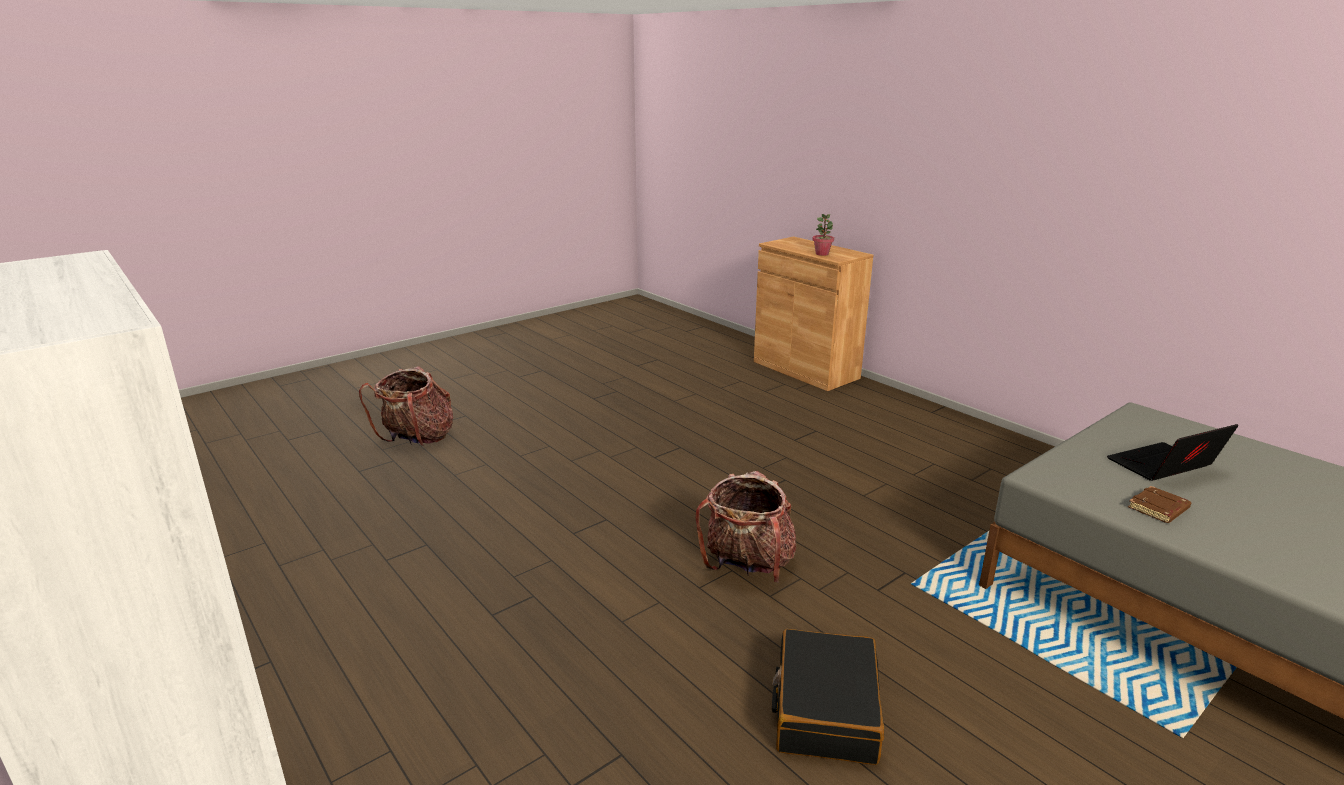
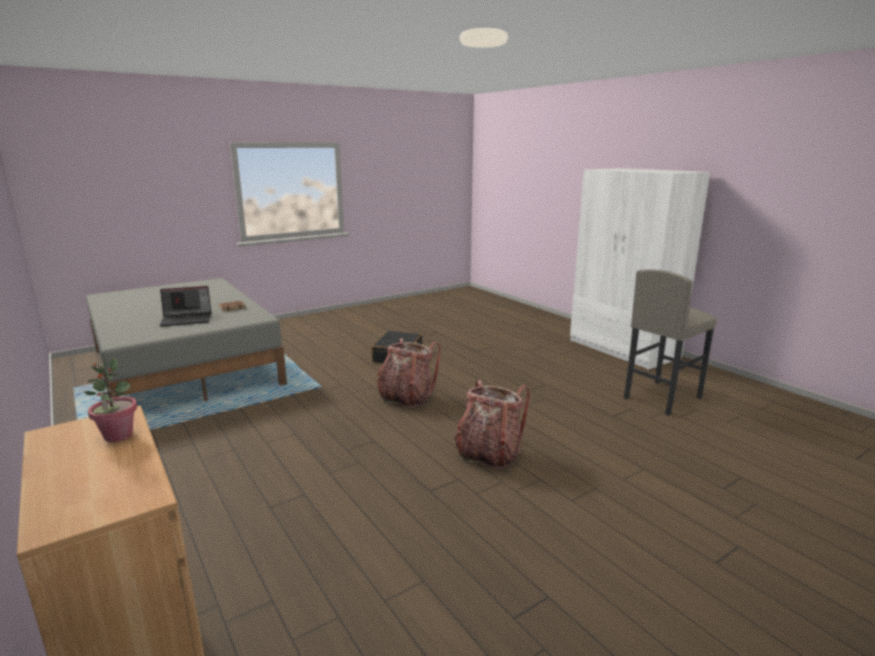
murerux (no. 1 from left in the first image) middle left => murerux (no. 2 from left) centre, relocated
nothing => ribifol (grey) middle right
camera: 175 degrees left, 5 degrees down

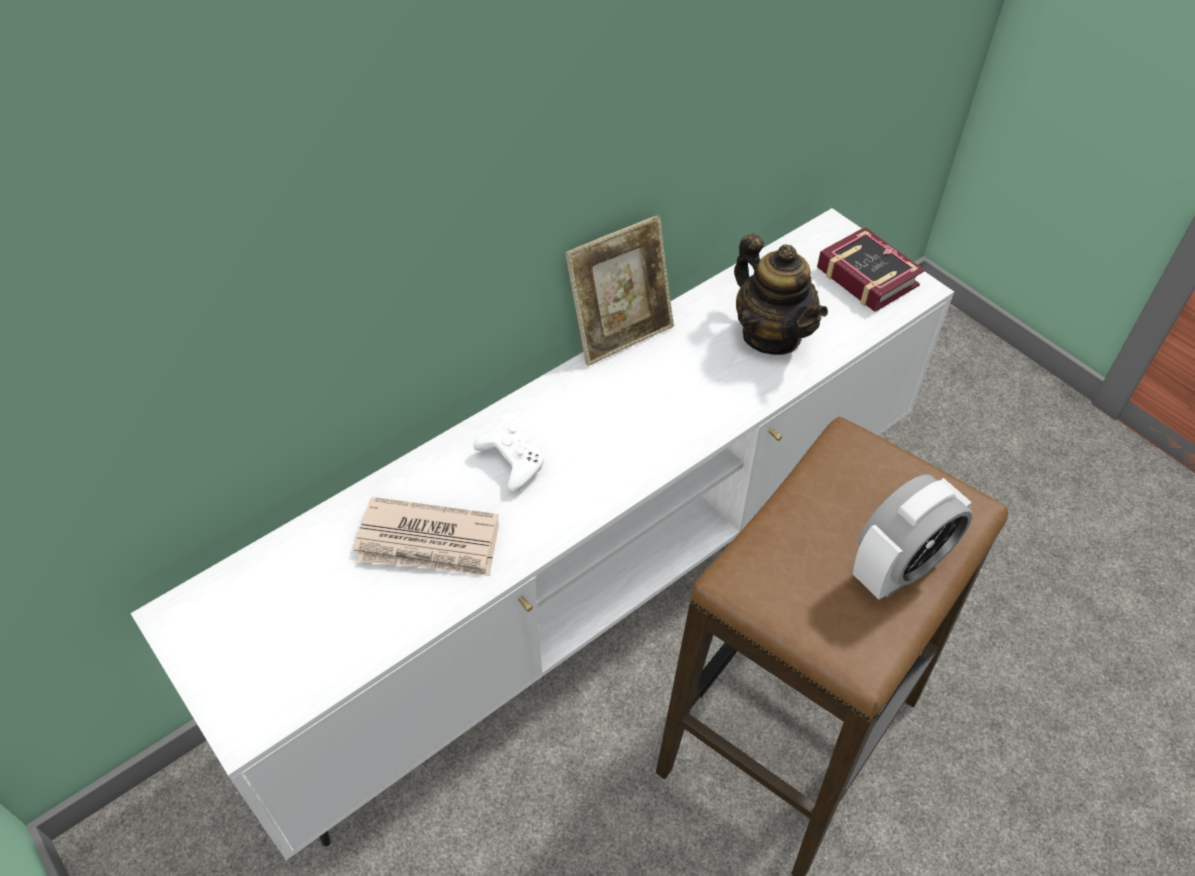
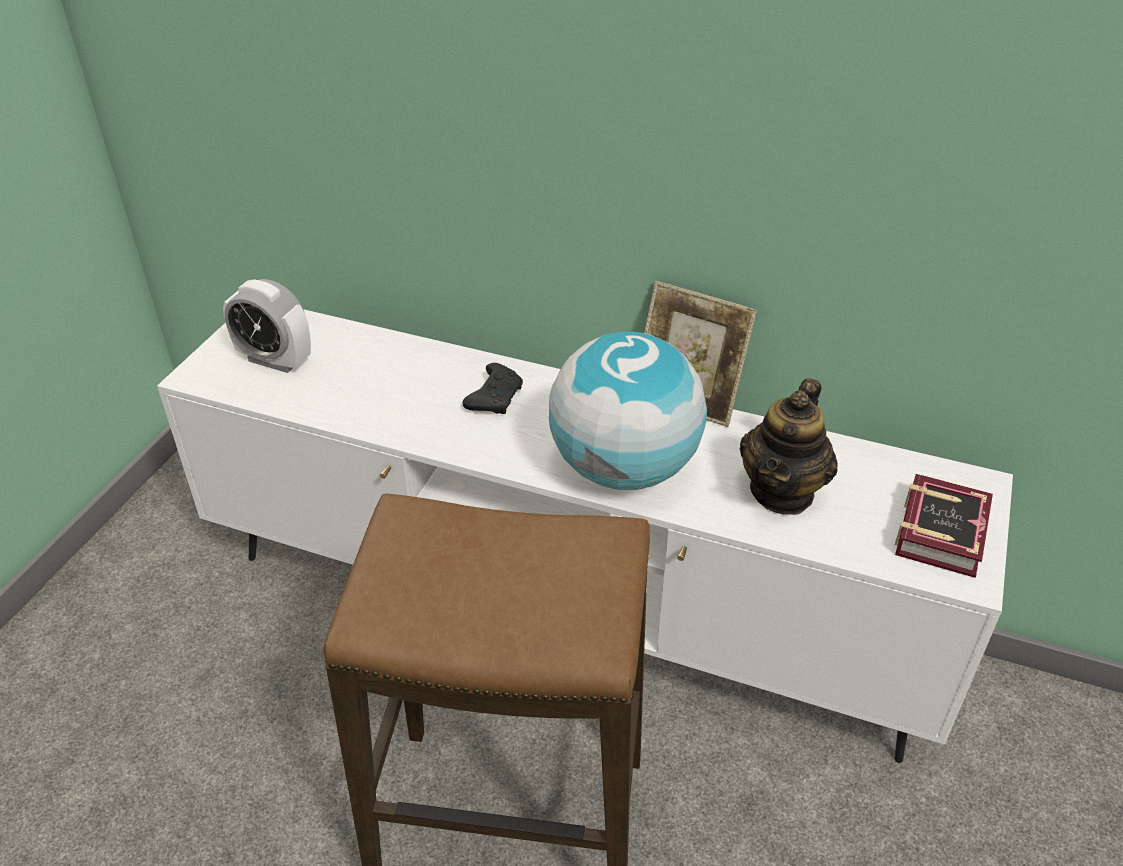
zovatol middle right => zovatol middle left, relocated
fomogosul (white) centre => fomogosul (black) centre
nothing => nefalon centre
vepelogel centre => nothing
camera: 60 degrees right, 10 degrees down

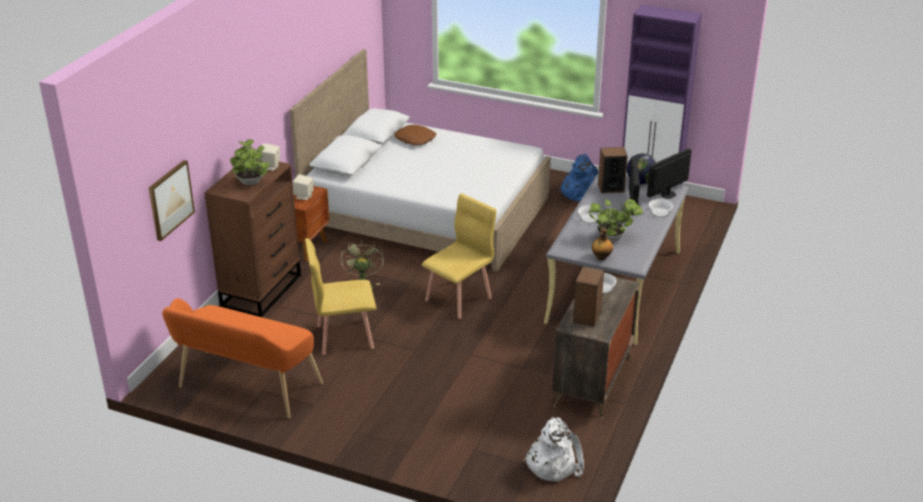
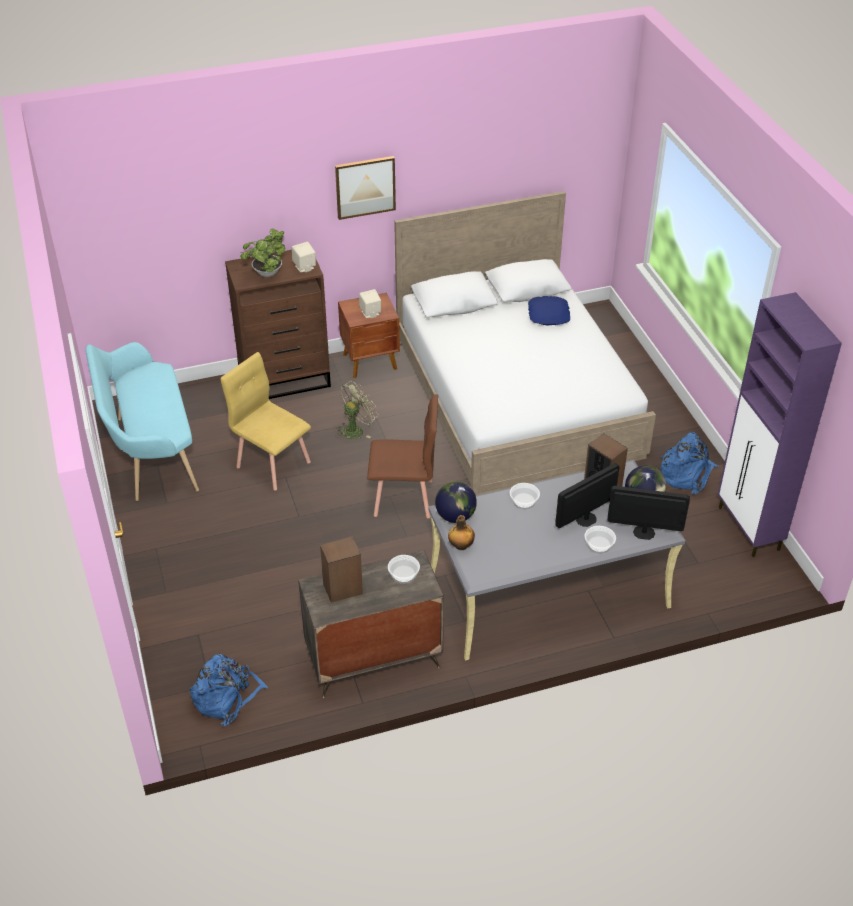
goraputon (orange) bottom left => goraputon (turquoise) middle left
murerux (white) bottom centre => murerux (blue) (no. 1 from left) bottom left
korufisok middle left => korufisok top centre, relocated
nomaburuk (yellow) (no. 2 from left) centre => nomaburuk (brown) centre
nothing => nefalon (no. 1 from left) centre
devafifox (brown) top centre => devafifox (blue) centre
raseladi (no. 2 from left) middle right => nothing
camera: 50 degrees right, 10 degrees up

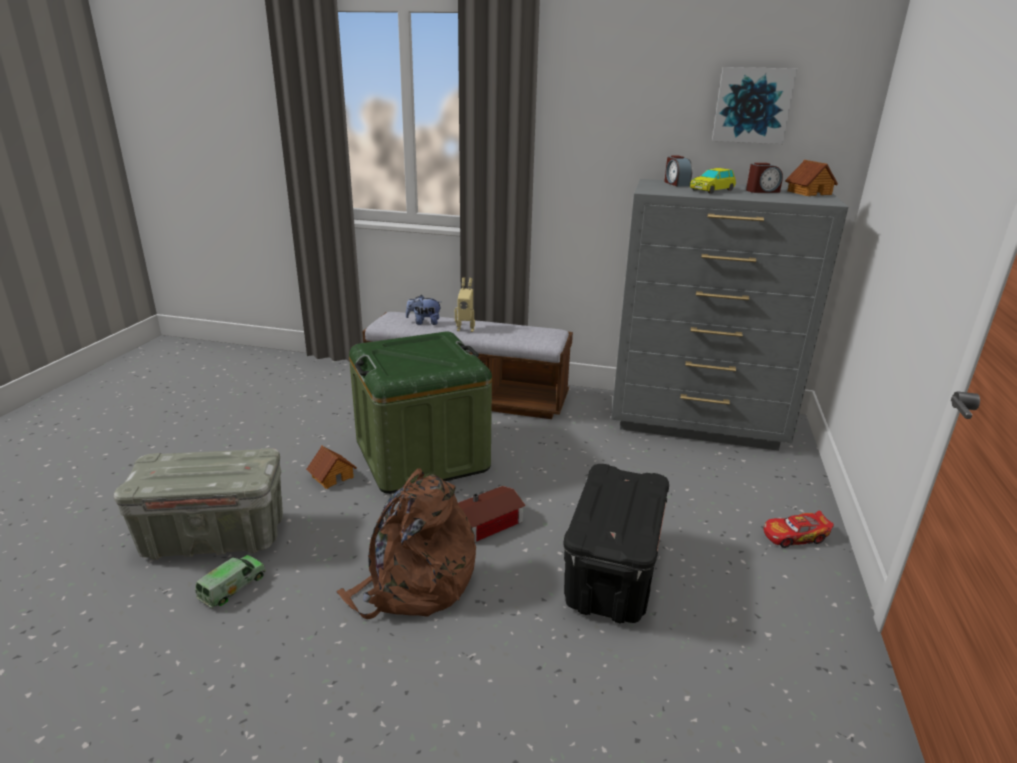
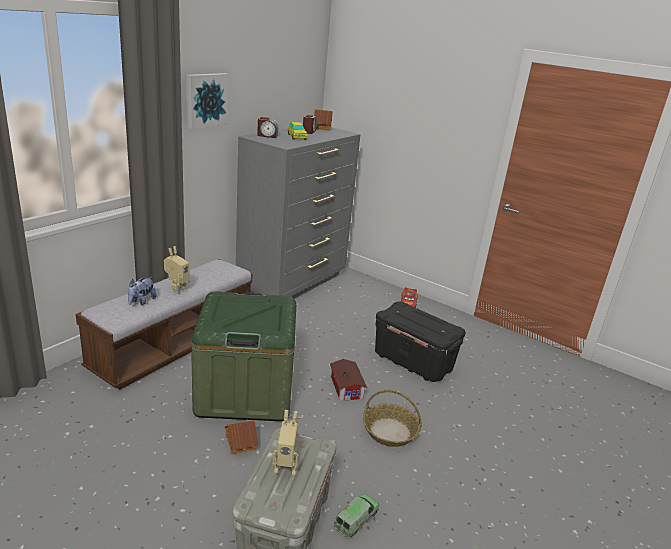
korufisok top right => korufisok top left, relocated
nothing => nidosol (no. 2 from left) bottom centre
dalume bottom left => dalume bottom centre, 75 degrees clockwise
murerux (brown) bottom centre => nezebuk bottom centre
camera: 70 degrees left, 0 degrees up

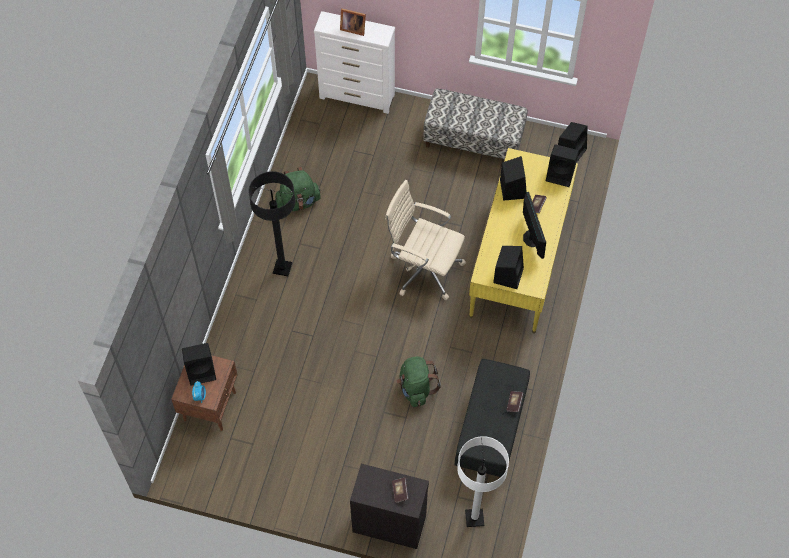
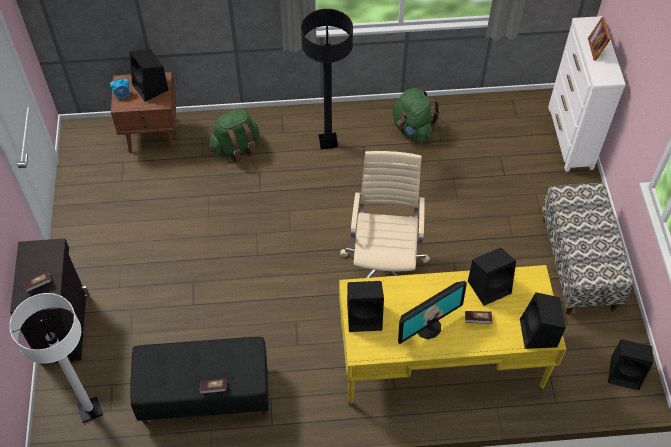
murerux (green) (no. 2 from left in the first image) bottom centre => murerux (green) (no. 1 from left) top centre, relocated
camera: 70 degrees right, 5 degrees down

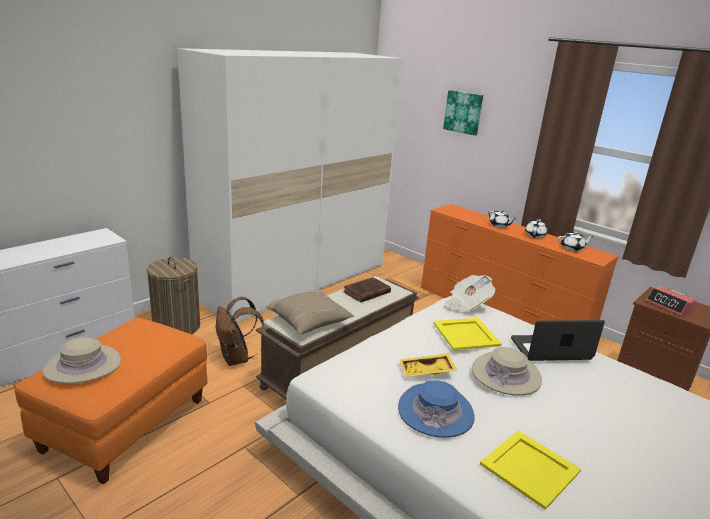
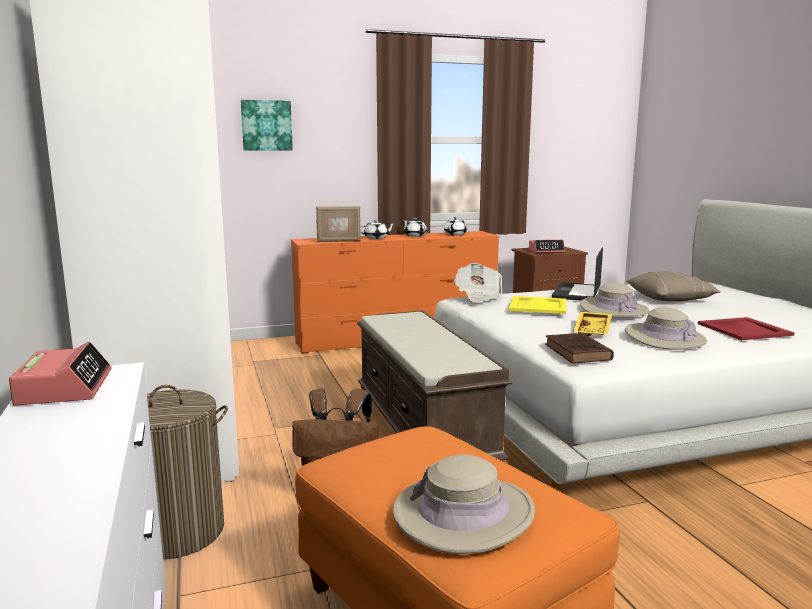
nothing => zovatol (no. 1 from left) middle left
nothing => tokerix centre
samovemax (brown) centre => samovemax (brown) middle right, relocated
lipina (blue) bottom centre => lipina (beige) (no. 3 from left) middle right
devafifox (beige) centre => devafifox (beige) middle right, relocated
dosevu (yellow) (no. 3 from left) bottom right => dosevu (red) middle right
camera: 60 degrees left, 10 degrees down

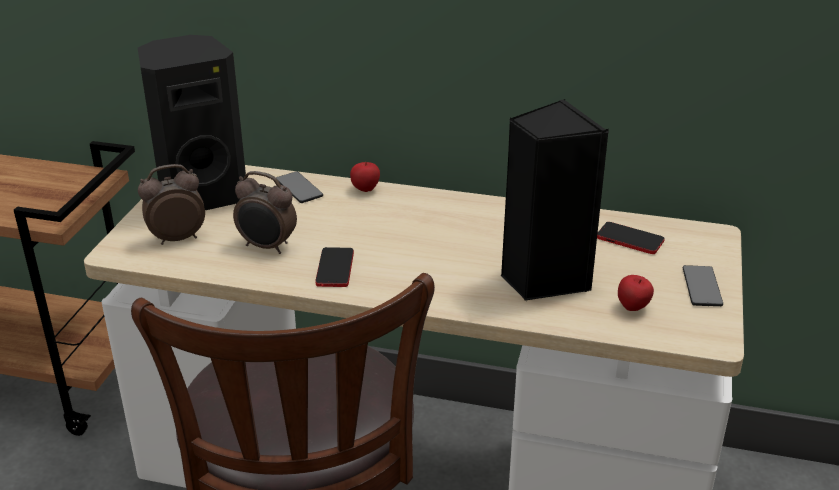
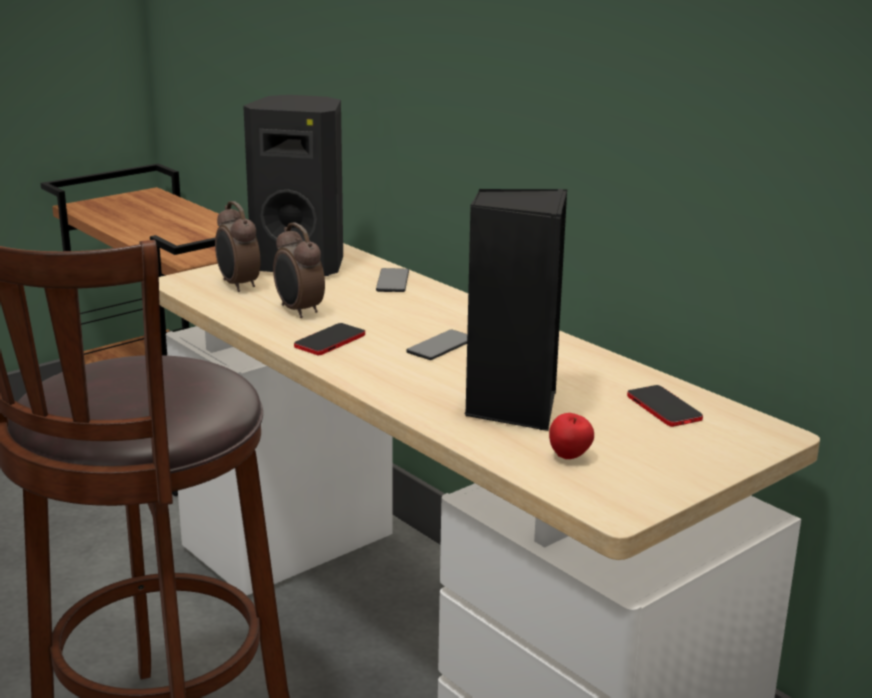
zovatol (no. 1 from left) middle left, 135 degrees counterclockwise
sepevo (no. 4 from left in the first image) middle right => sepevo (no. 3 from left) centre, relocated
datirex (no. 1 from left) centre => nothing
camera: 35 degrees right, 10 degrees down

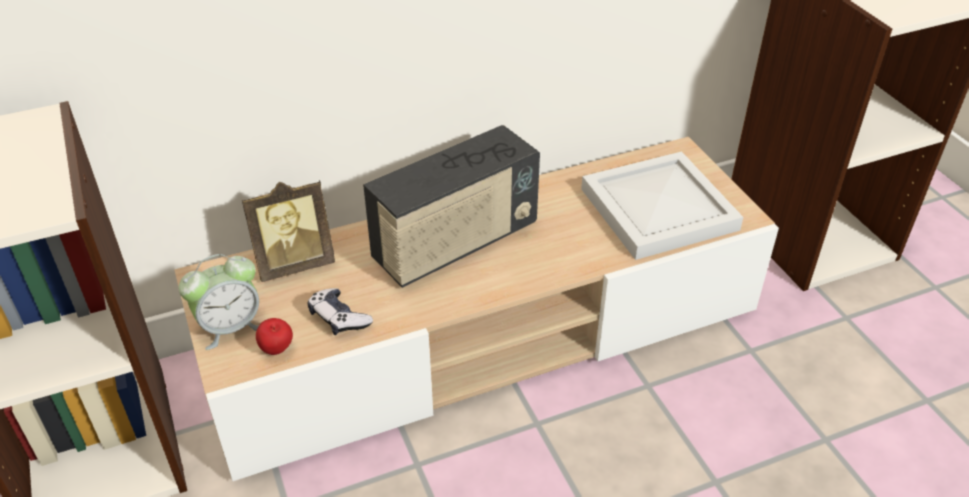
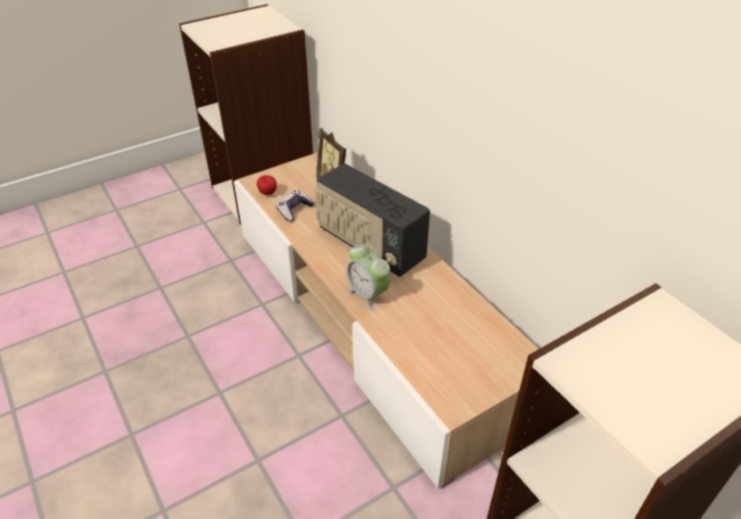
zovatol middle left => zovatol centre, relocated
dosevu (white) middle right => nothing
camera: 80 degrees right, 0 degrees up

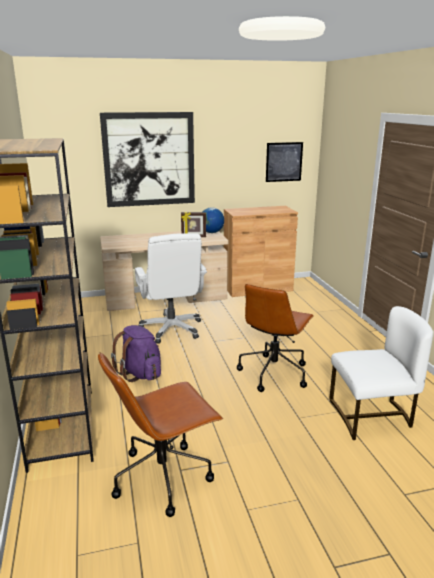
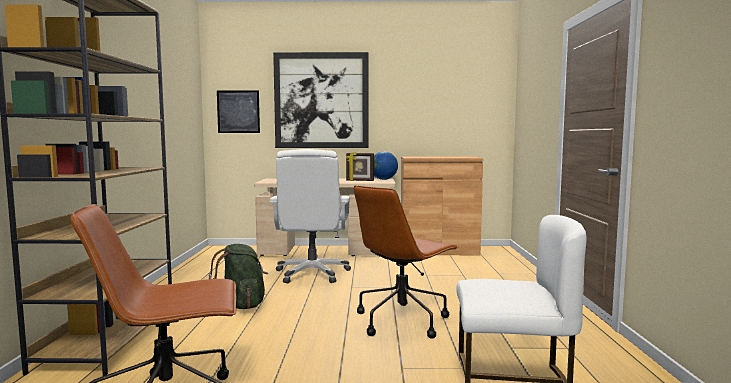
murerux (purple) middle left => murerux (green) bottom left
korufisok (no. 2 from left in the first image) top centre => korufisok (no. 1 from left) top left, relocated
camera: 15 degrees right, 15 degrees down

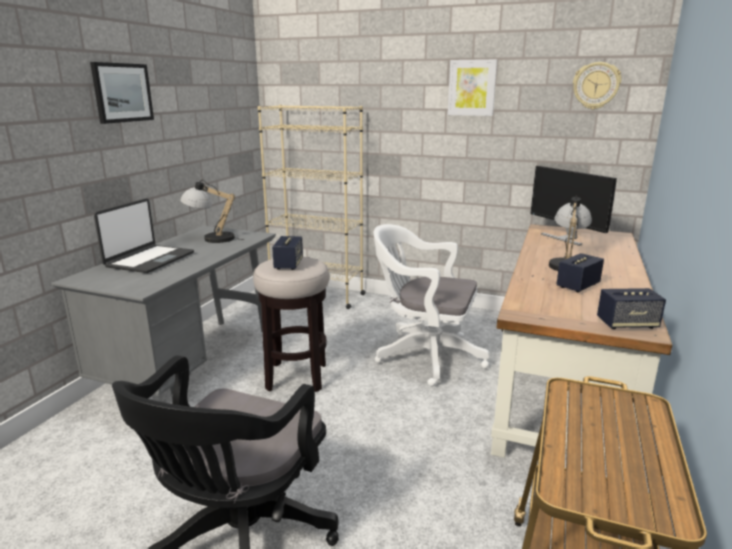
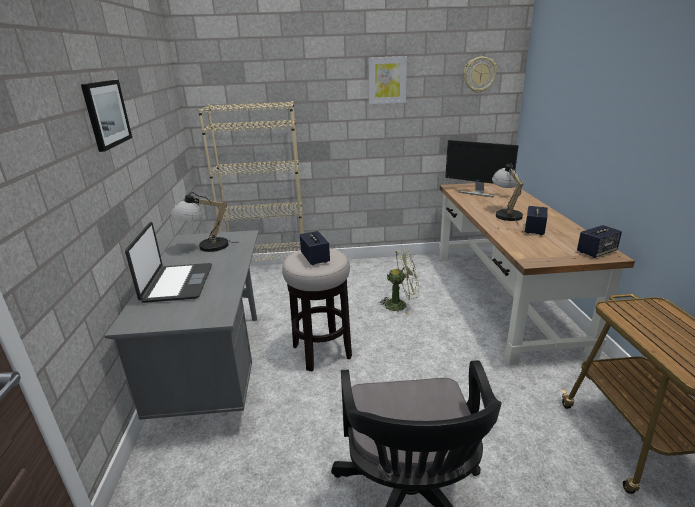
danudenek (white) centre => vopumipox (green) centre
camera: 25 degrees left, 5 degrees up

